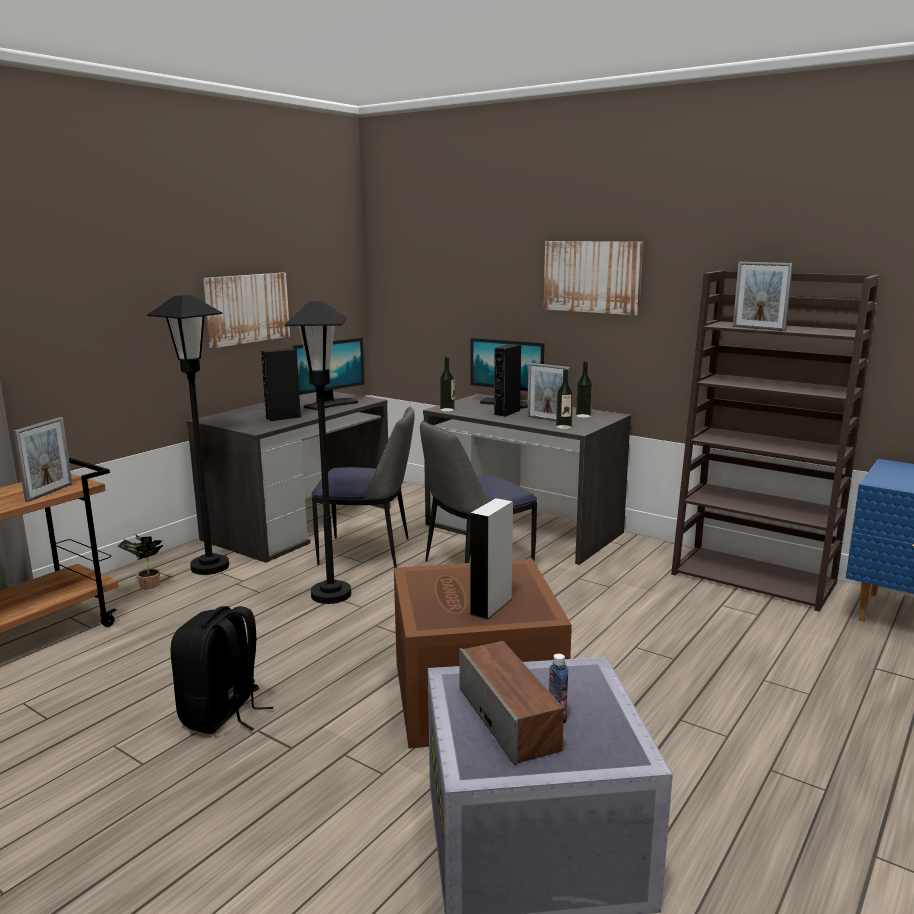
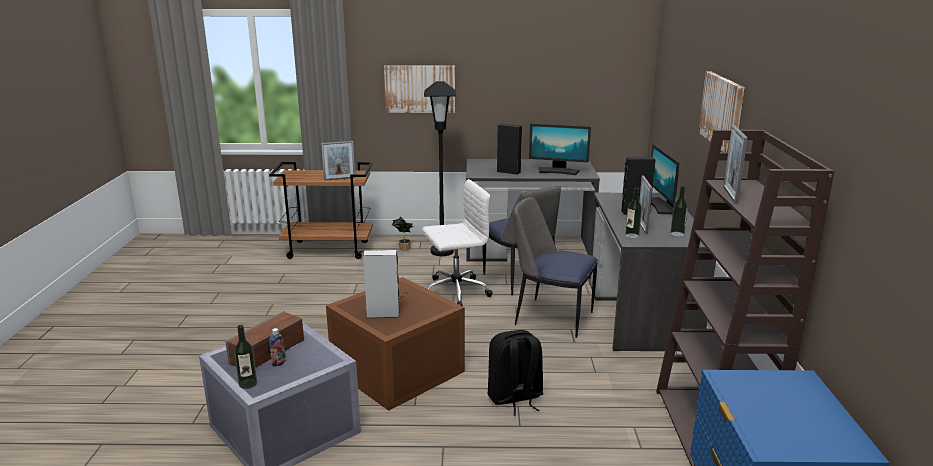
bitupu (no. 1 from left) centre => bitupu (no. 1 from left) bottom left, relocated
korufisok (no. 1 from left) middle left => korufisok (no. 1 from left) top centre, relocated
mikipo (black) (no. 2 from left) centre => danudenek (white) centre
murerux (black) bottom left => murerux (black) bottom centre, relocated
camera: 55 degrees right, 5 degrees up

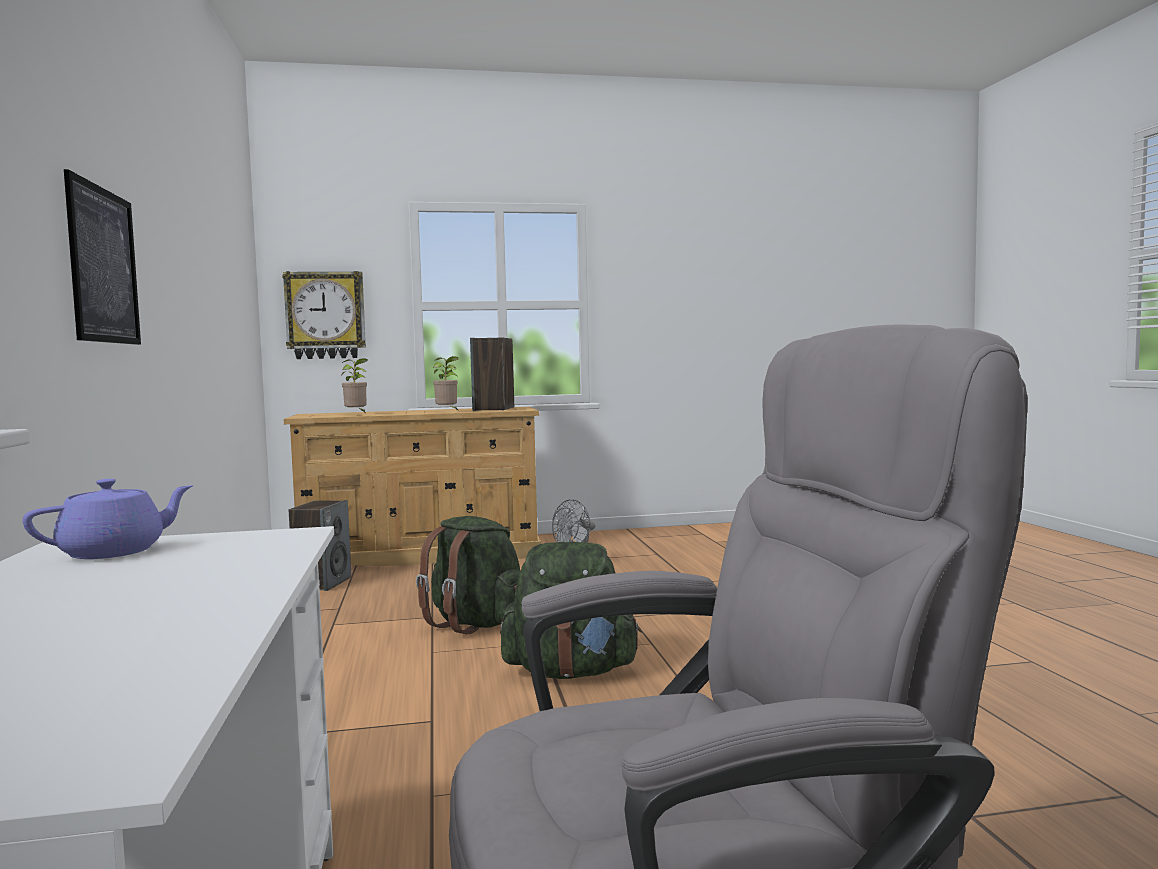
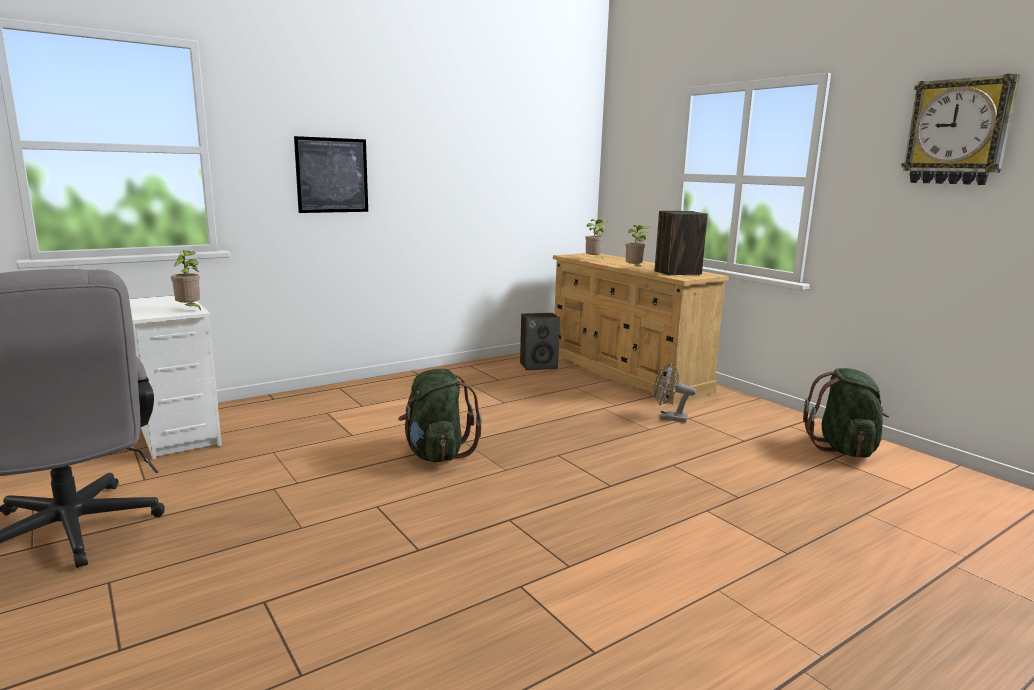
nothing => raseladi (no. 1 from left) middle left
murerux (green) (no. 1 from left in the first image) centre => murerux (green) (no. 2 from left) middle right, relocated
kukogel middle left => kukogel top right, relocated
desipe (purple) middle left => nothing
camera: 65 degrees right, 10 degrees up

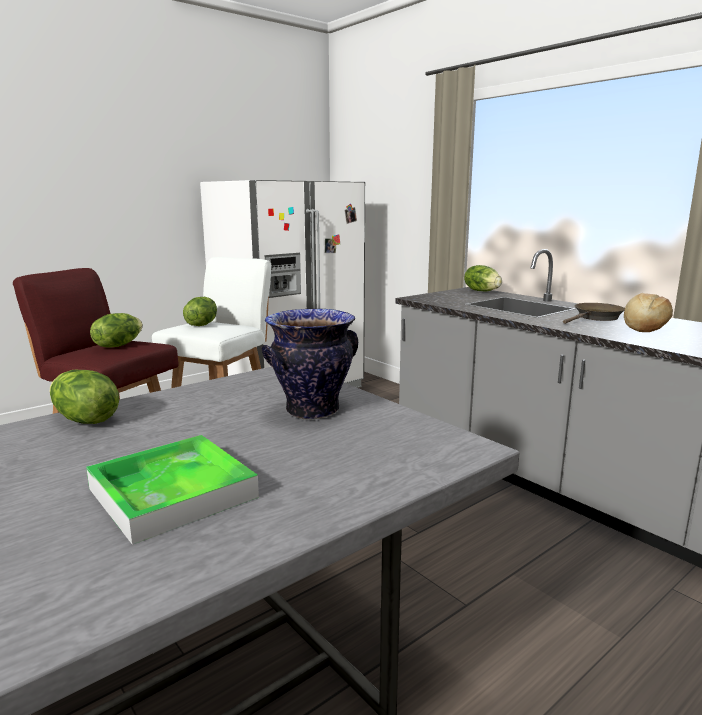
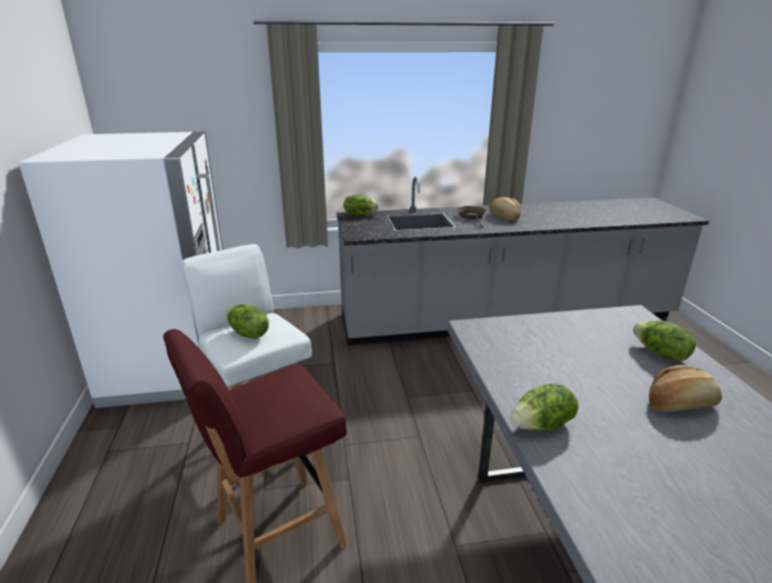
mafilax (no. 2 from left in the first image) middle left => mafilax (no. 4 from left) middle right, relocated
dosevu bottom left => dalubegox (no. 2 from left) middle right
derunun centre => nothing
camera: 60 degrees left, 10 degrees up

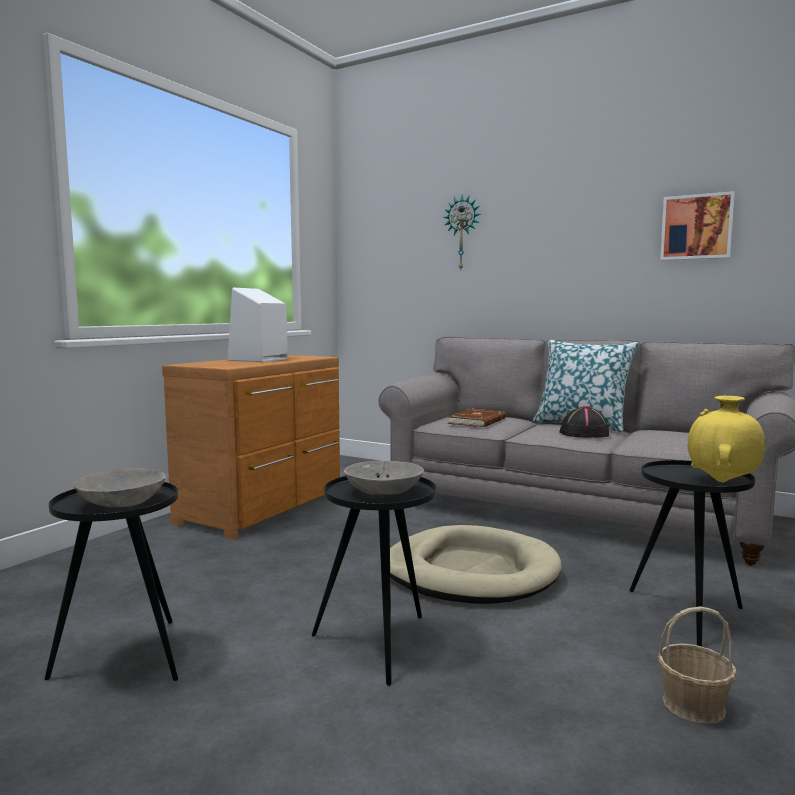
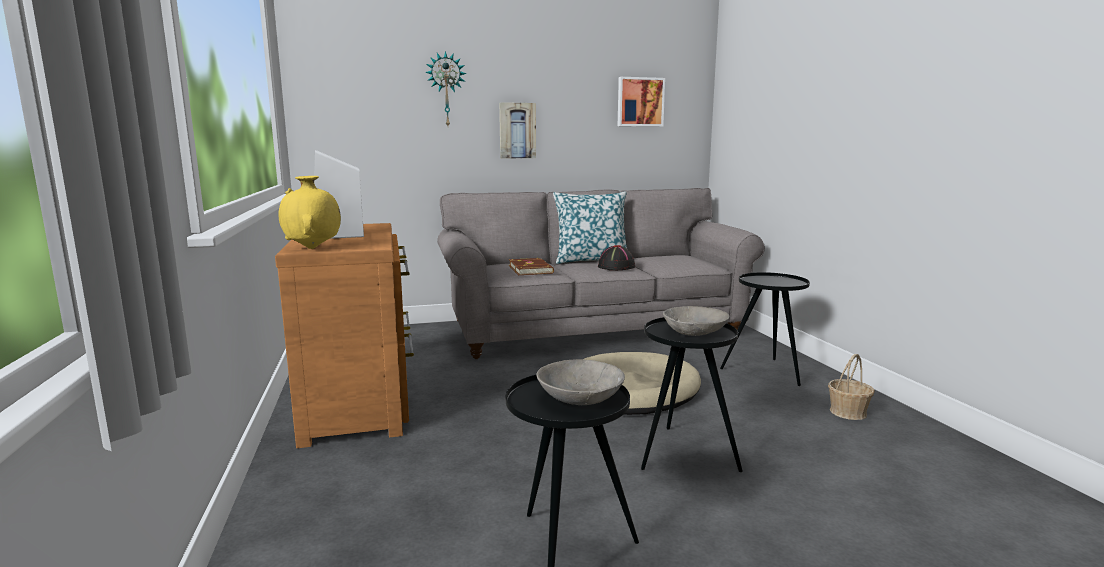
derunun (yellow) middle right => derunun (yellow) middle left, relocated
nothing => korufisok (no. 1 from left) top centre
camera: 45 degrees left, 5 degrees up

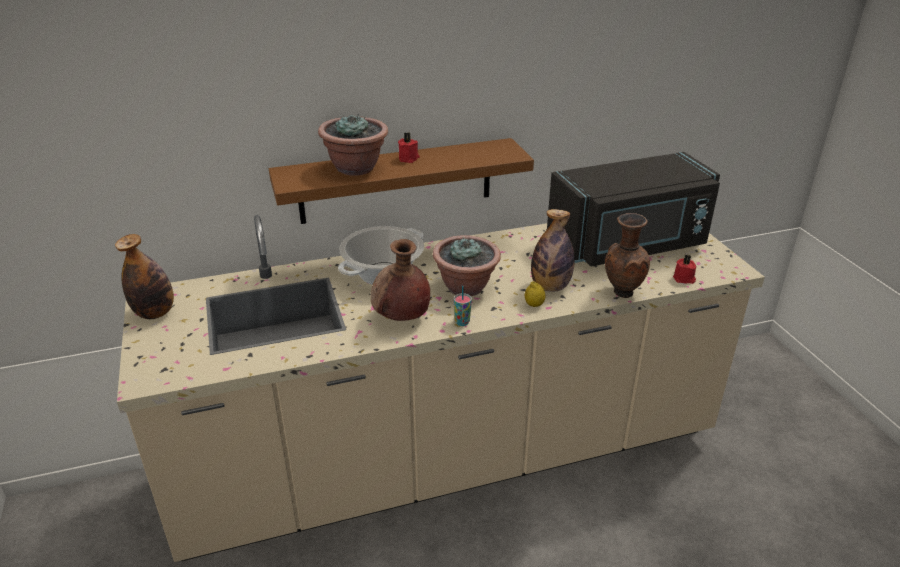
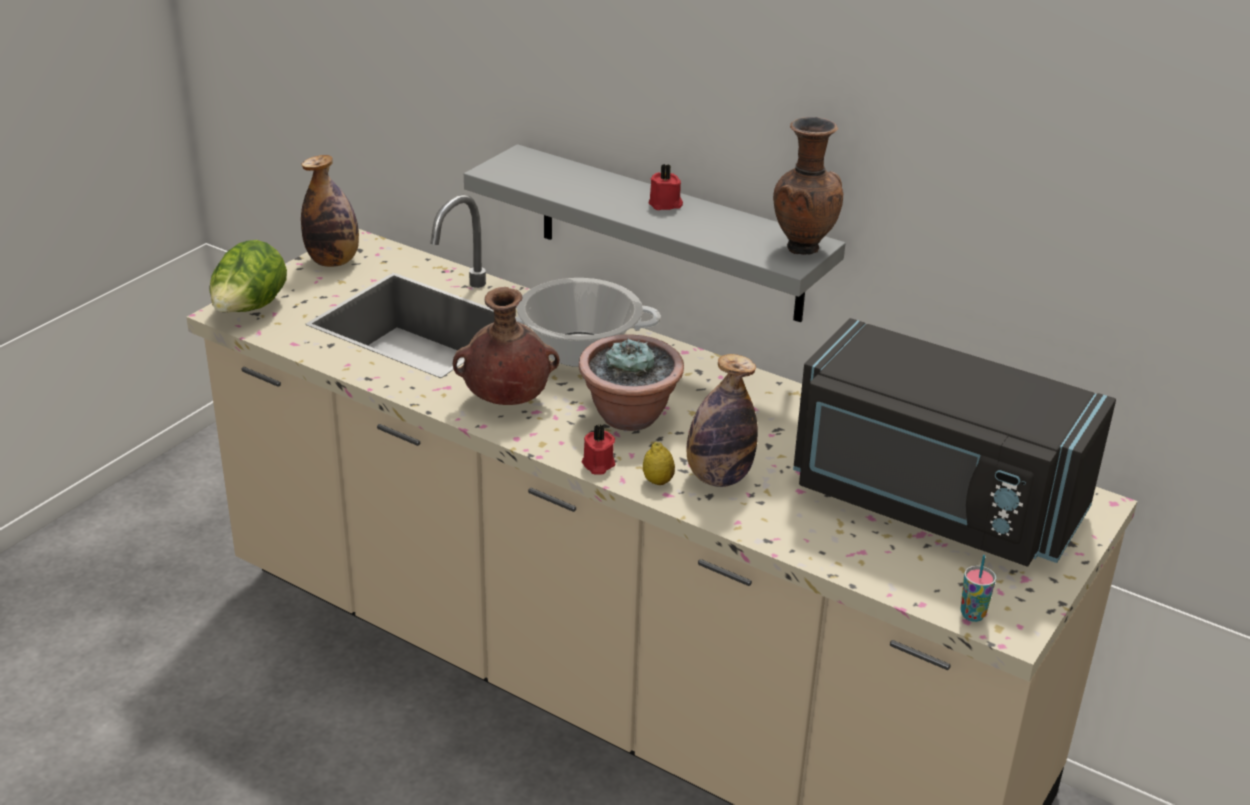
nothing => mafilax middle left
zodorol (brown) top centre => zodorol (grey) top centre
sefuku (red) (no. 2 from left in the first image) middle right => sefuku (red) (no. 1 from left) centre, relocated
derunun (brown) (no. 2 from left) middle right => derunun (brown) (no. 2 from left) top centre, relocated
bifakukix centre => bifakukix bottom right, relocated
raseladi (no. 1 from left) top centre => nothing
camera: 50 degrees right, 0 degrees up

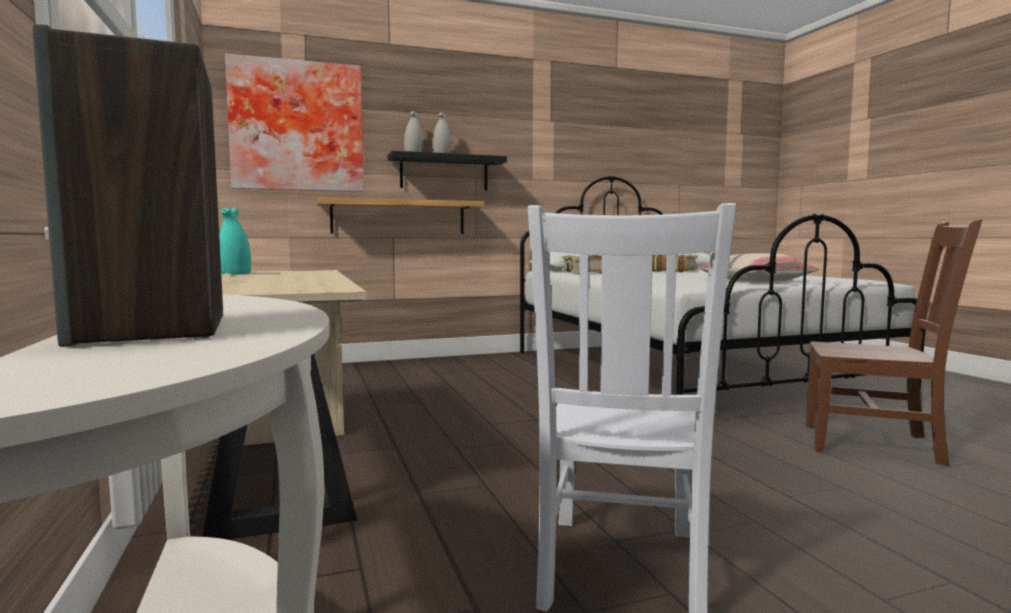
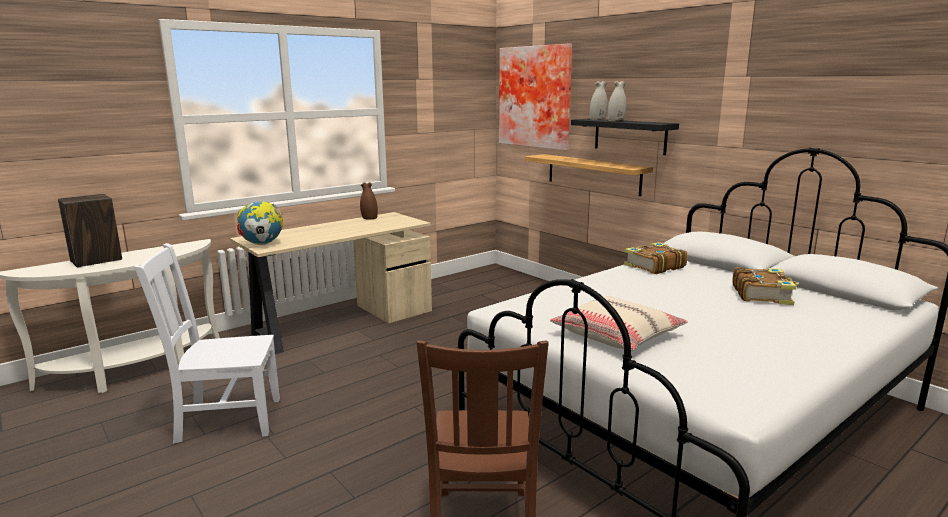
nothing => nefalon middle left
derunun (turquoise) middle left => derunun (brown) centre
camera: 70 degrees right, 10 degrees up

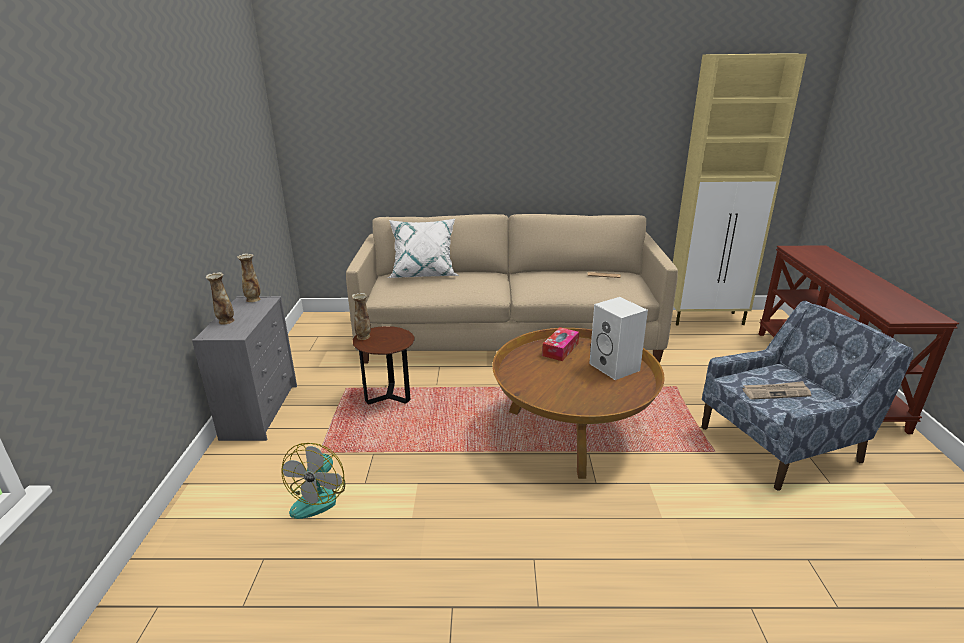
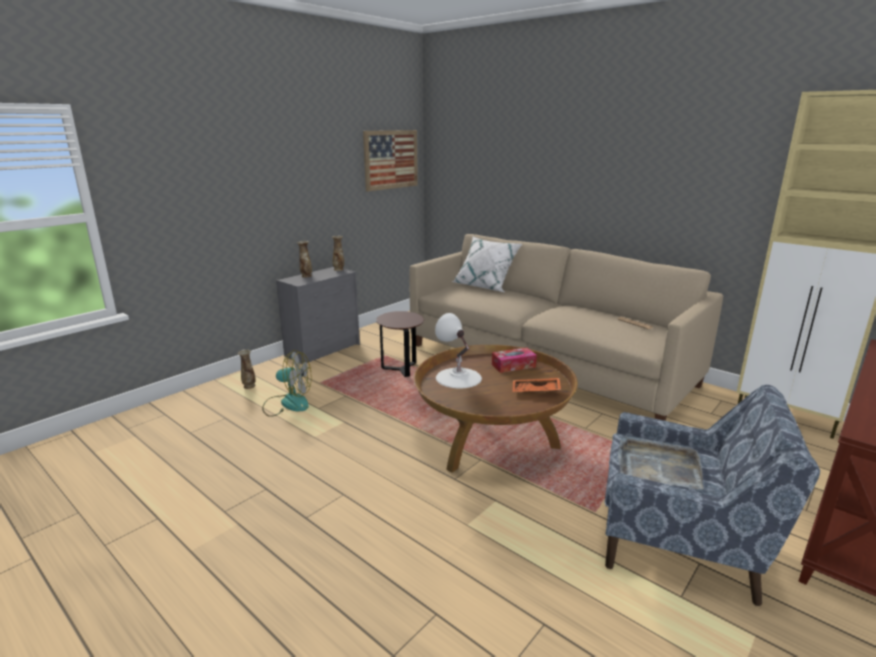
derunun (no. 3 from left in the first image) centre => derunun (no. 1 from left) middle left, relocated
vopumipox bottom left => vopumipox middle left, 135 degrees counterclockwise
nothing => korufisok top centre
nothing => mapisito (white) centre
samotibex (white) centre => dosevu (orange) centre
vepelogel (no. 2 from left) middle right => dosevu (grey) bottom right
camera: 40 degrees right, 5 degrees down

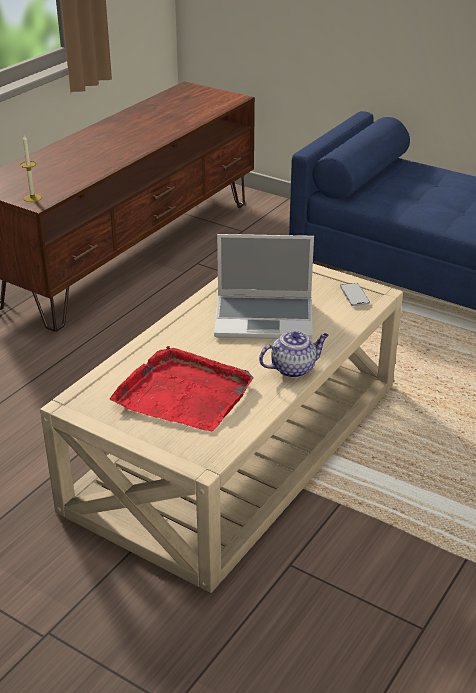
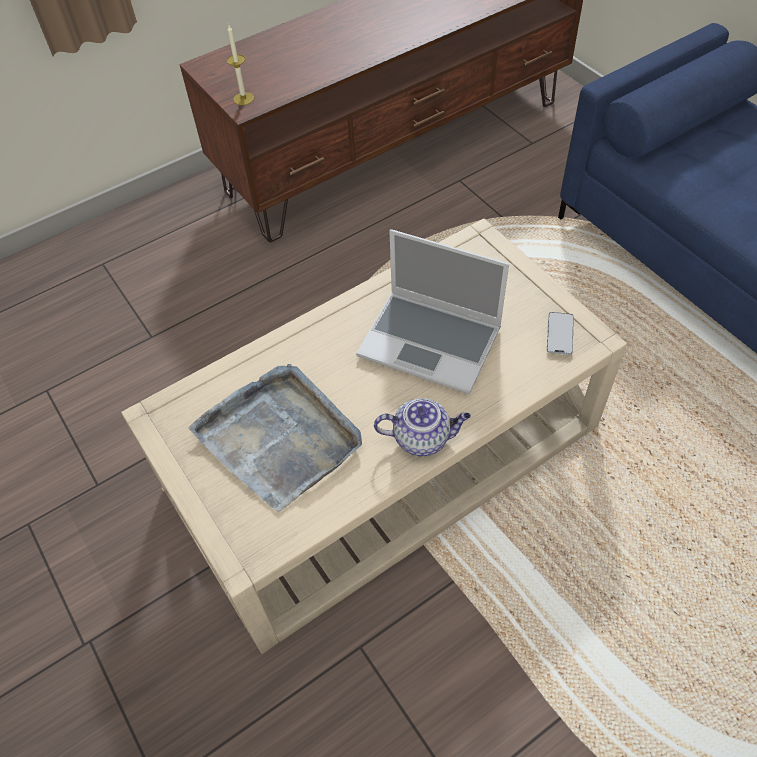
dosevu (red) centre => dosevu (grey) centre
camera: 25 degrees right, 20 degrees up

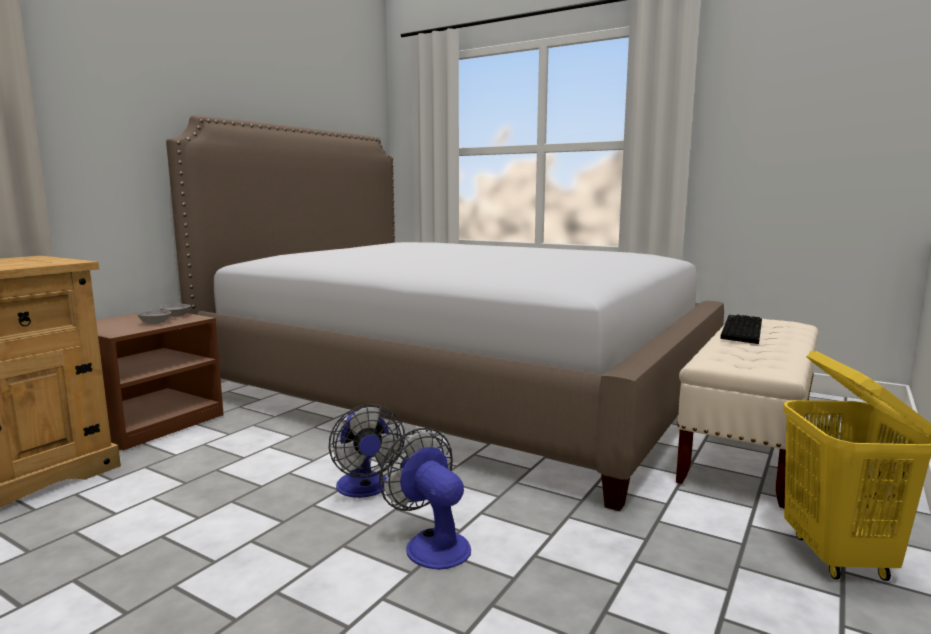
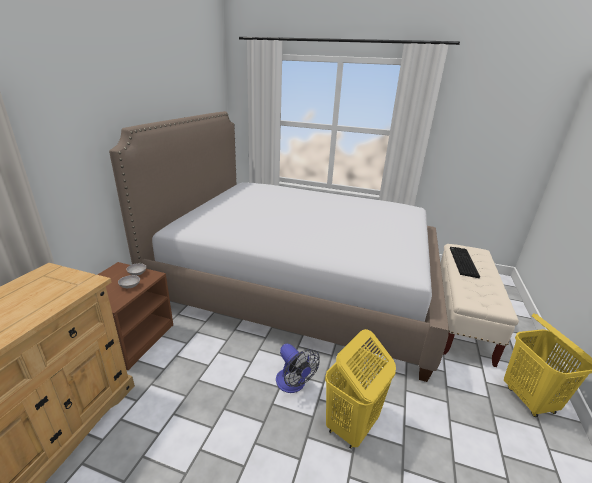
vopumipox (no. 2 from left) bottom centre => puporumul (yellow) (no. 1 from left) bottom centre
camera: 15 degrees left, 15 degrees up

